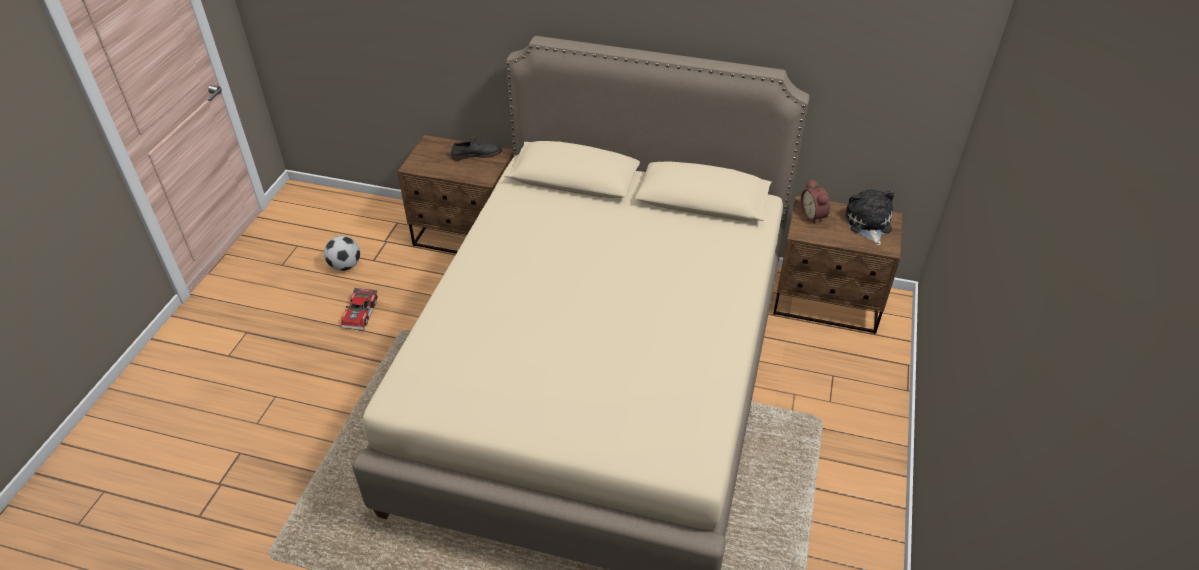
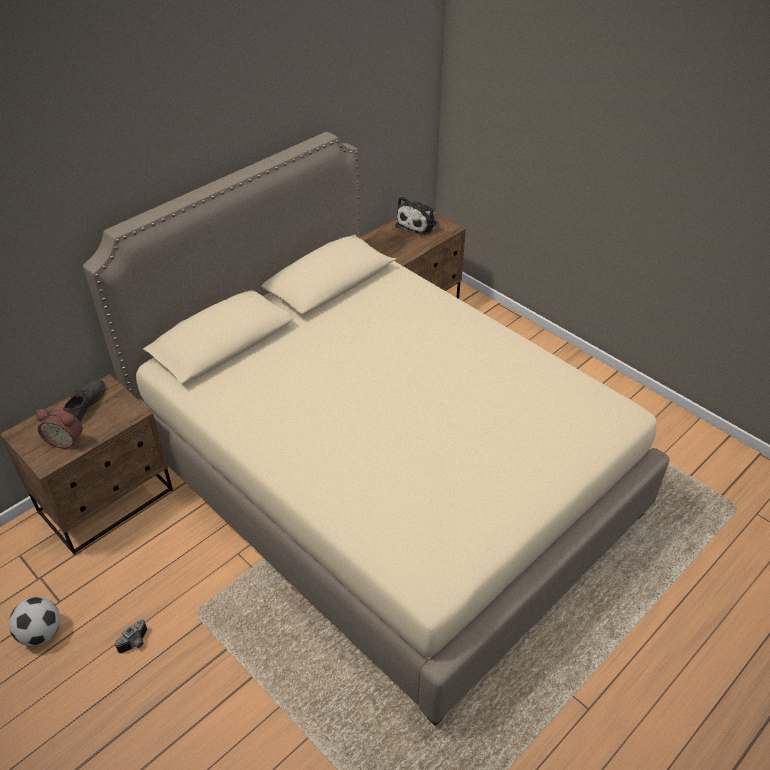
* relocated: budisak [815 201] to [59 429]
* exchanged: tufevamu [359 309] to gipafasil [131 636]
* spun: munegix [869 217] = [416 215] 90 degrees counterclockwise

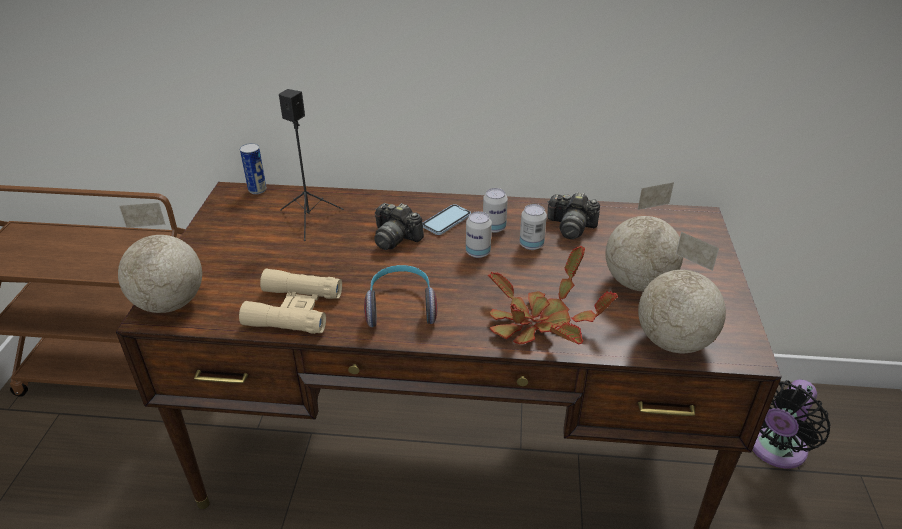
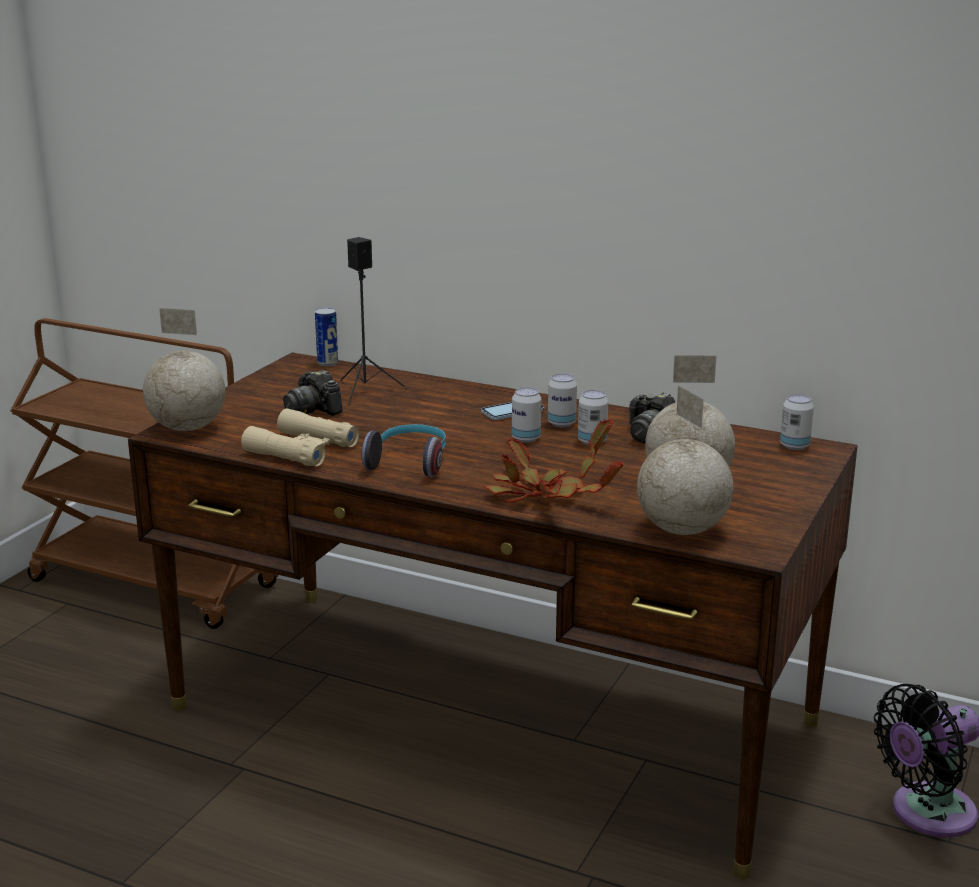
* relocated: gipafasil [399 226] to [313 393]
* appeared: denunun [797 422]

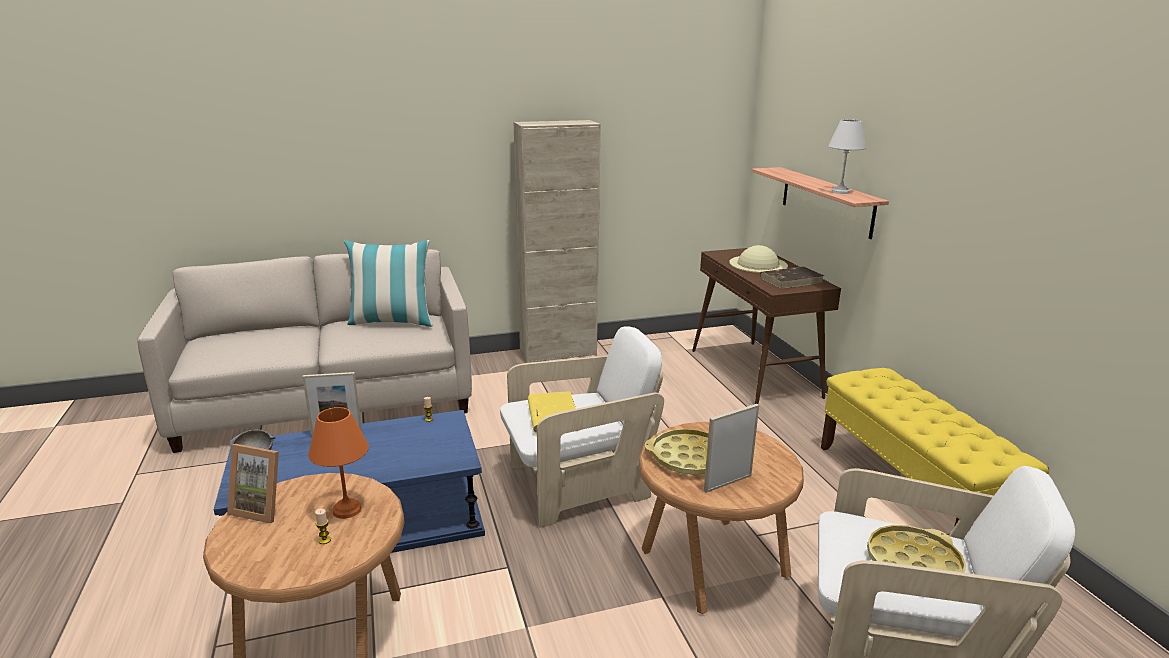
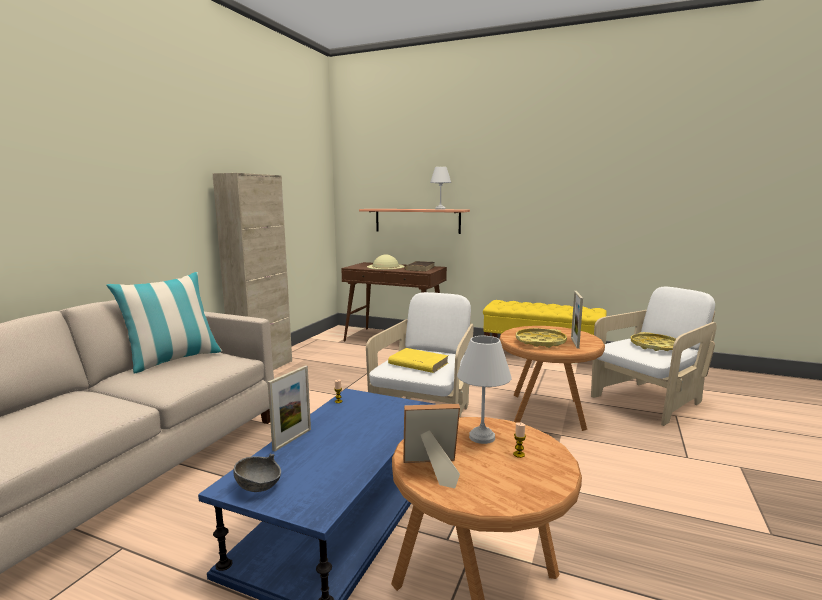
* spun: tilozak [253 483] = [431 446] 150 degrees counterclockwise
* colour: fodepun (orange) [338 463] to fodepun (white) [484 390]

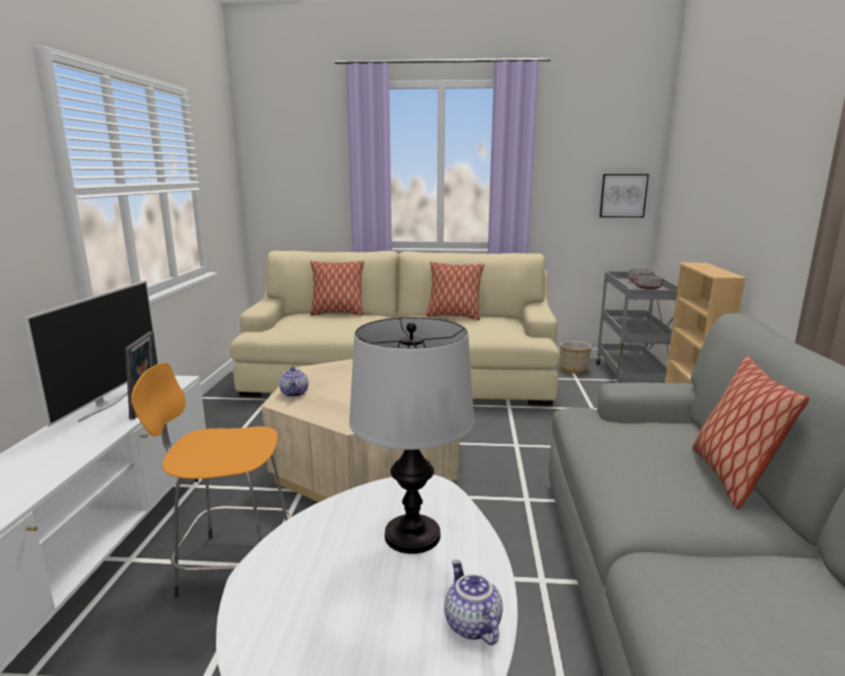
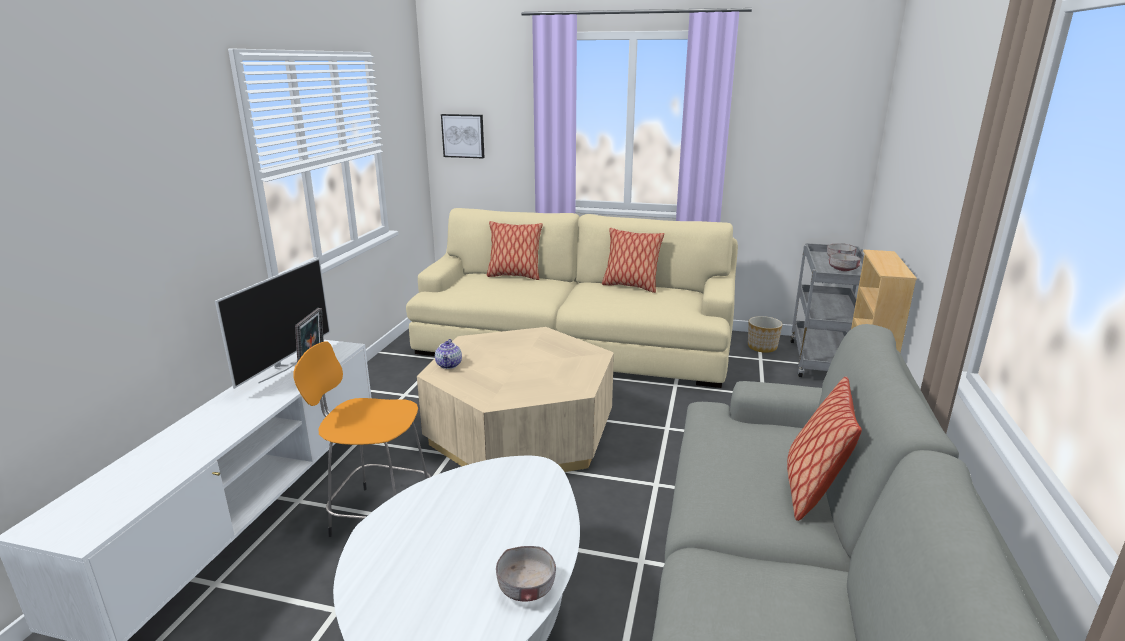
* relocated: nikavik [624 196] to [463 136]
* exchanged: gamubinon [473 602] to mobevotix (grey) [526 574]
* missing: fodepun [411 435]

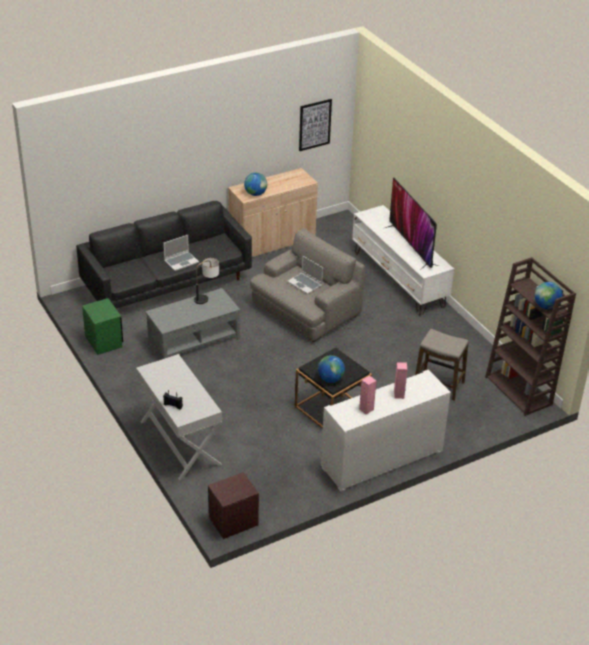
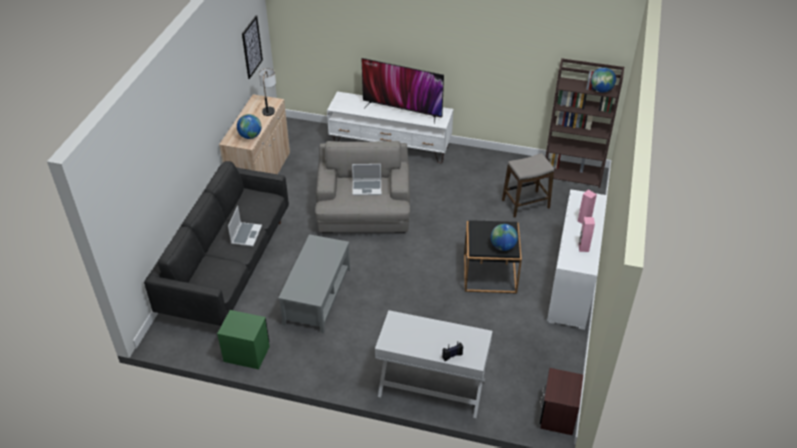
* relocated: fodepun [206 281] to [267 92]

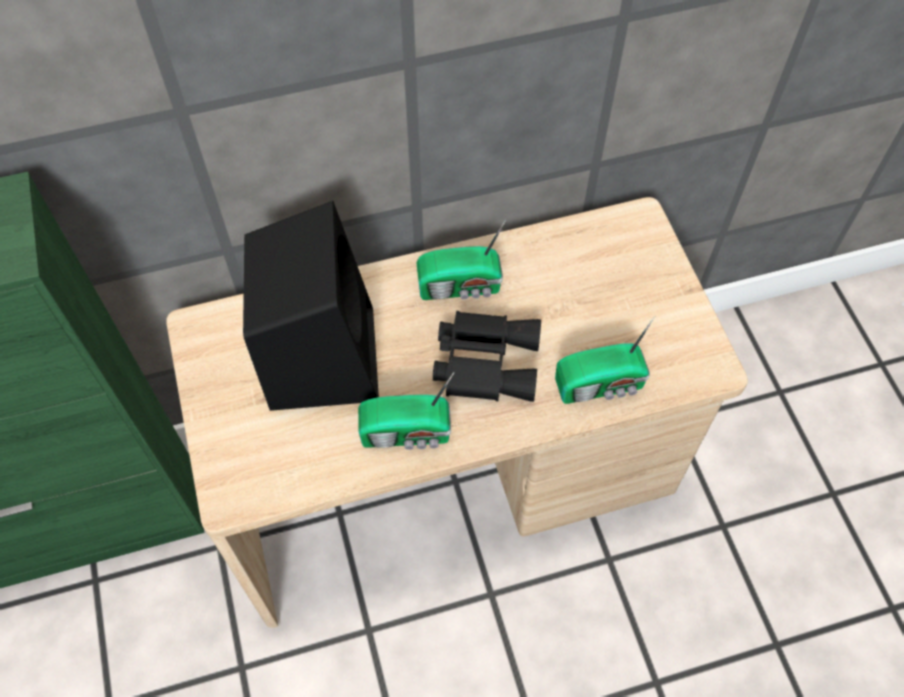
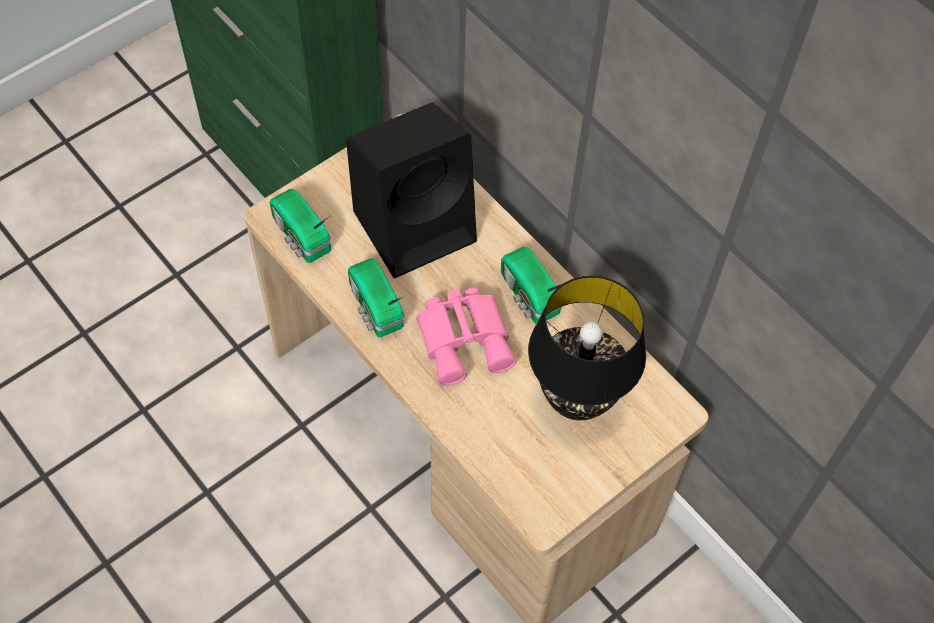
* relocated: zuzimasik [605 360] to [300 225]
* colour: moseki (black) [487 356] to moseki (pink) [466 337]
* appeared: fodepun (black) [587 348]

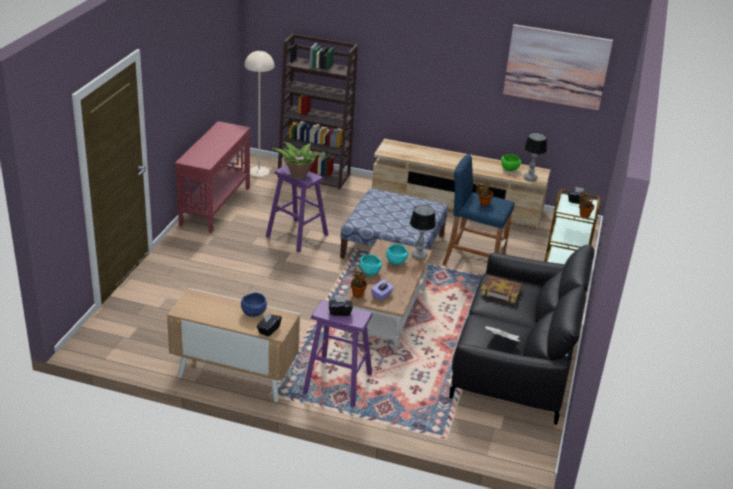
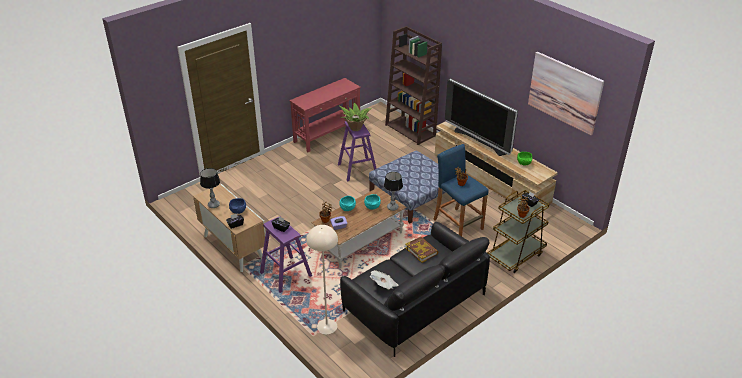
* relocated: fodepun [535 156] to [210 188]
* relocated: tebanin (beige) [259 114] to [322 280]
* appeared: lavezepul [481 117]

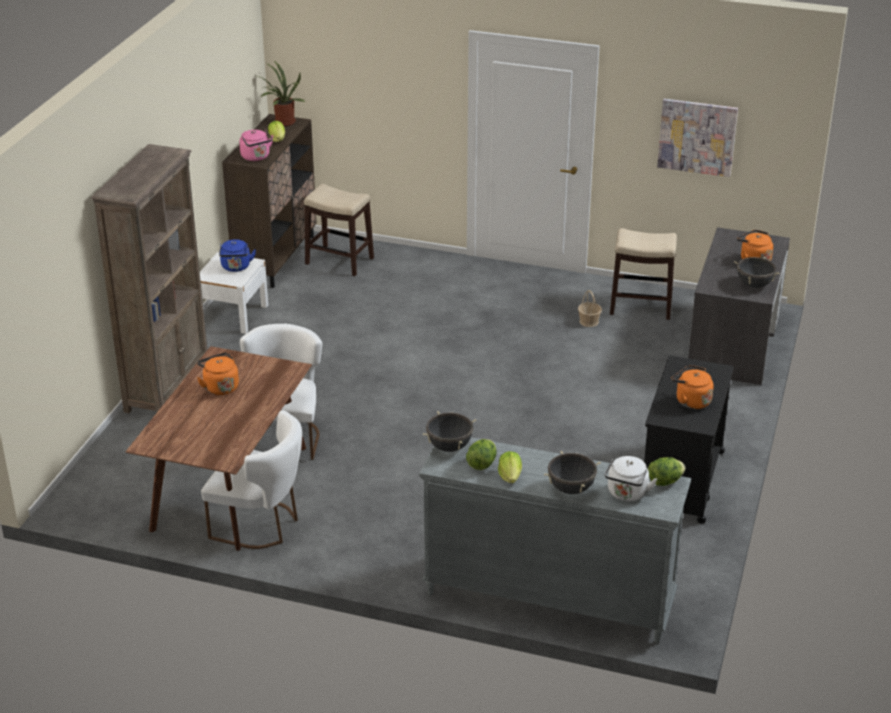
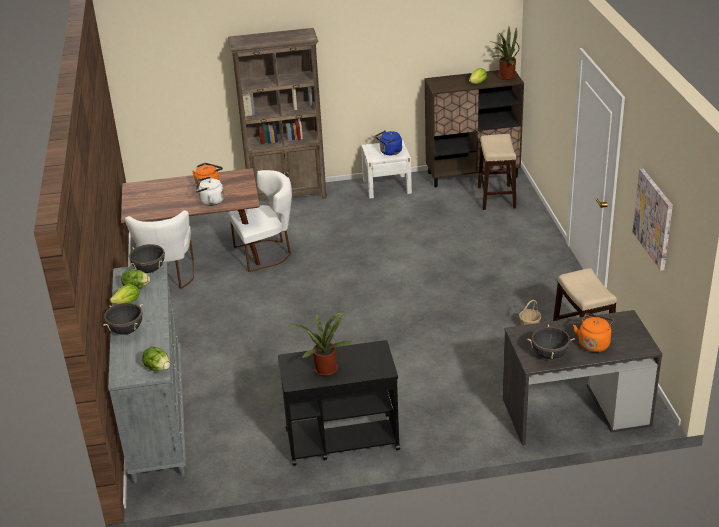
* relocated: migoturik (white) [631 478] to [209 191]
* exchanged: migoturik (orange) [692 387] to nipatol [321 343]
* missing: migoturik (pink) [256 145]

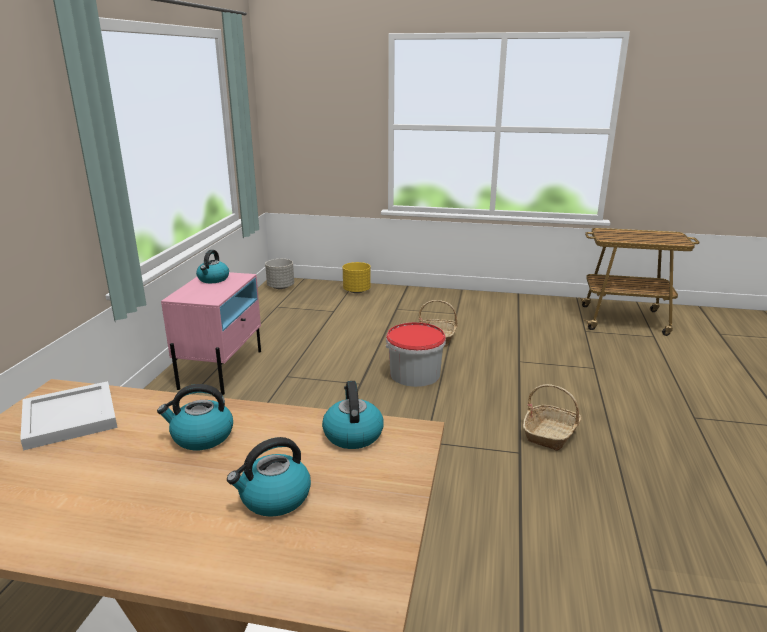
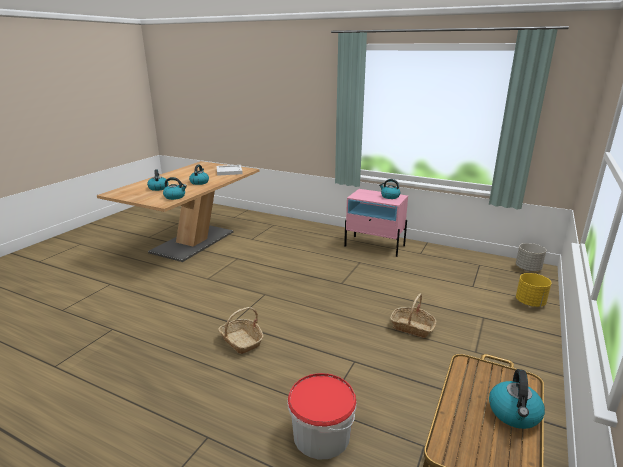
* relocated: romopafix [416 354] to [322 416]
* appeared: migoturik [517 399]

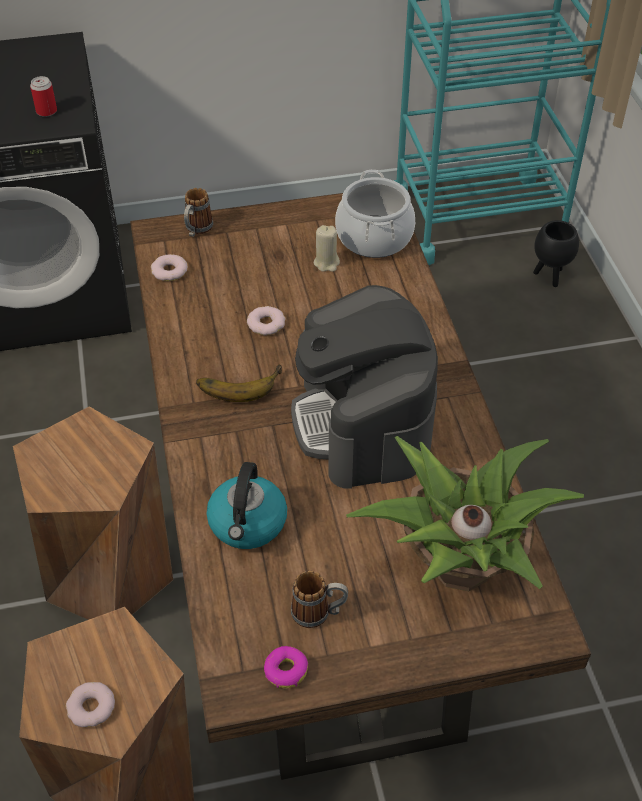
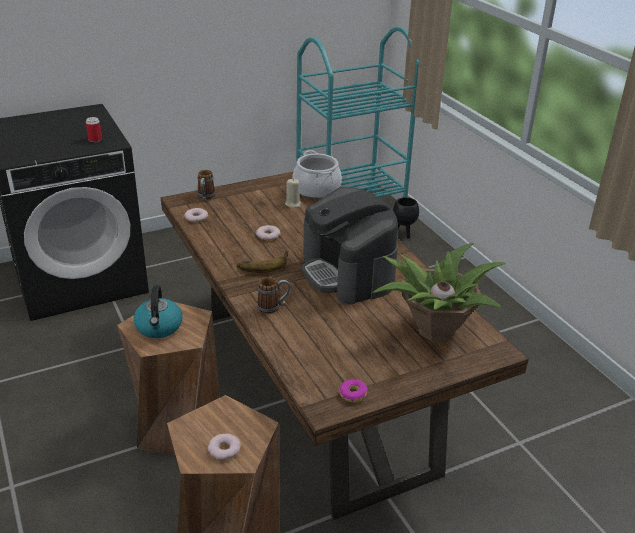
* relocated: migoturik [247 505] to [158 311]
* relocated: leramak [319 599] to [273 295]

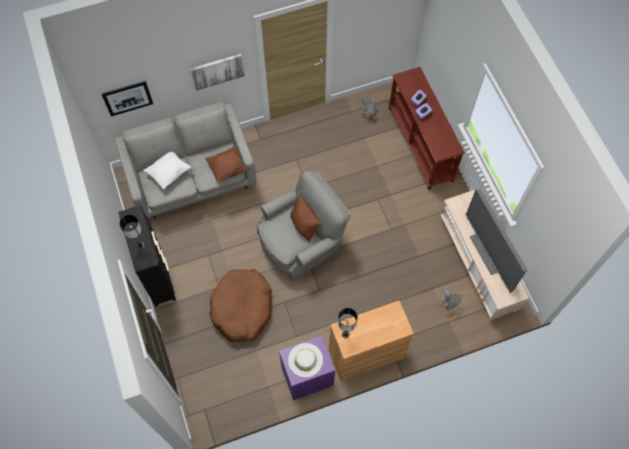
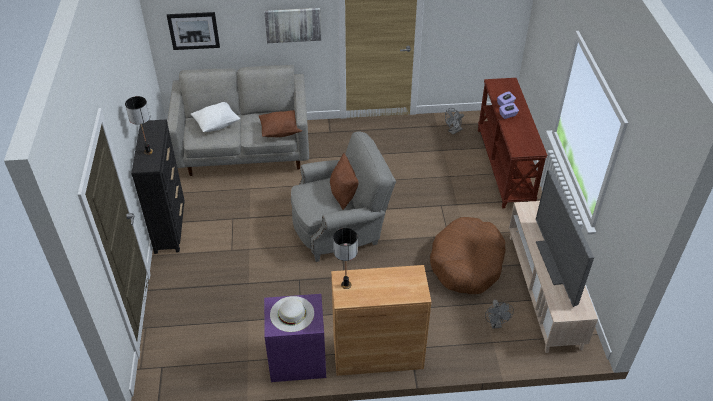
* relocated: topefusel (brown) [241 305] to [468 255]

